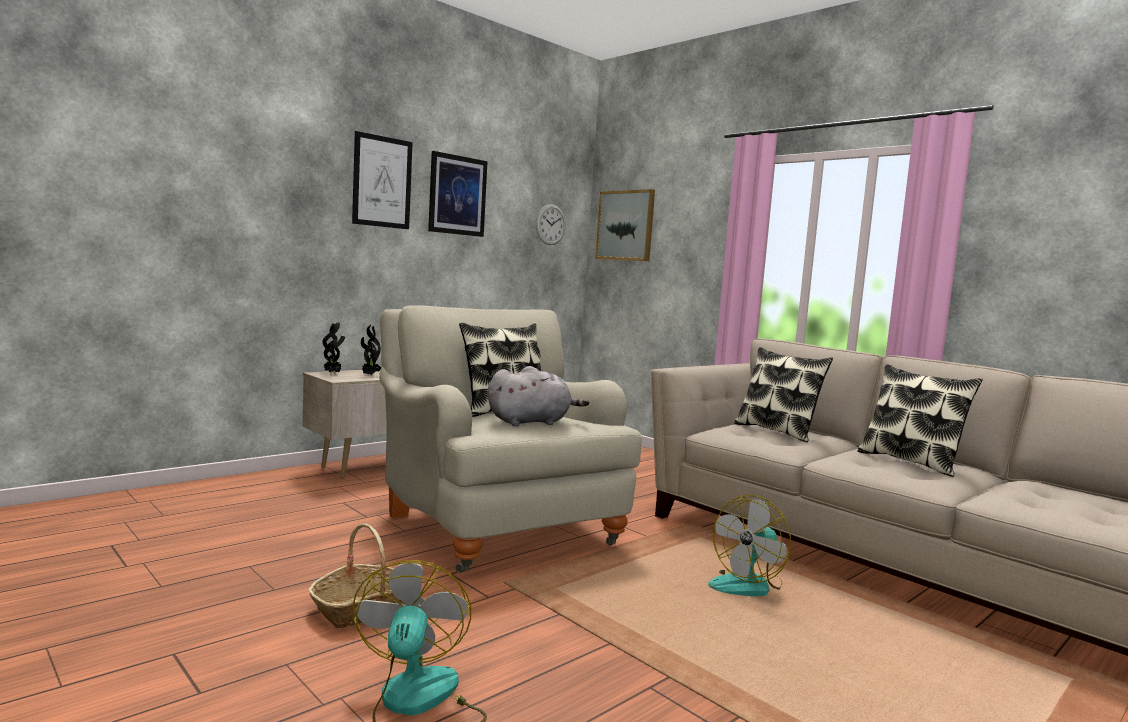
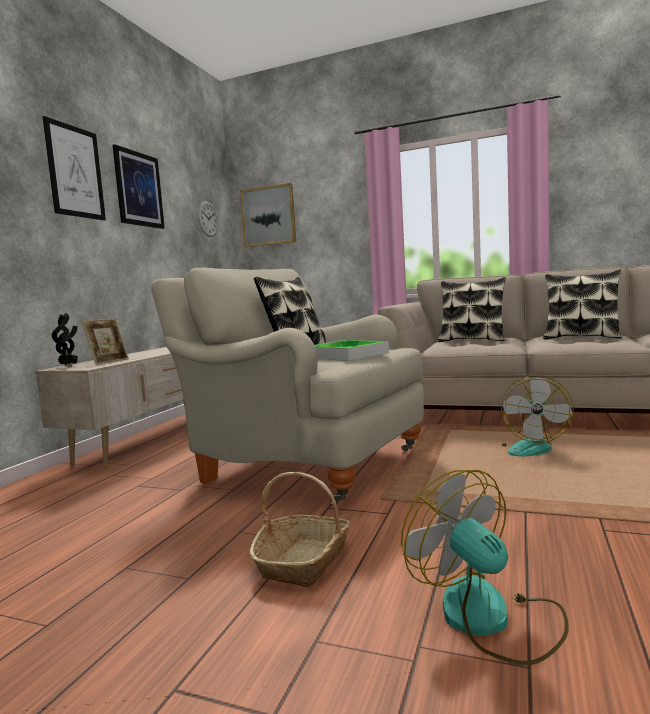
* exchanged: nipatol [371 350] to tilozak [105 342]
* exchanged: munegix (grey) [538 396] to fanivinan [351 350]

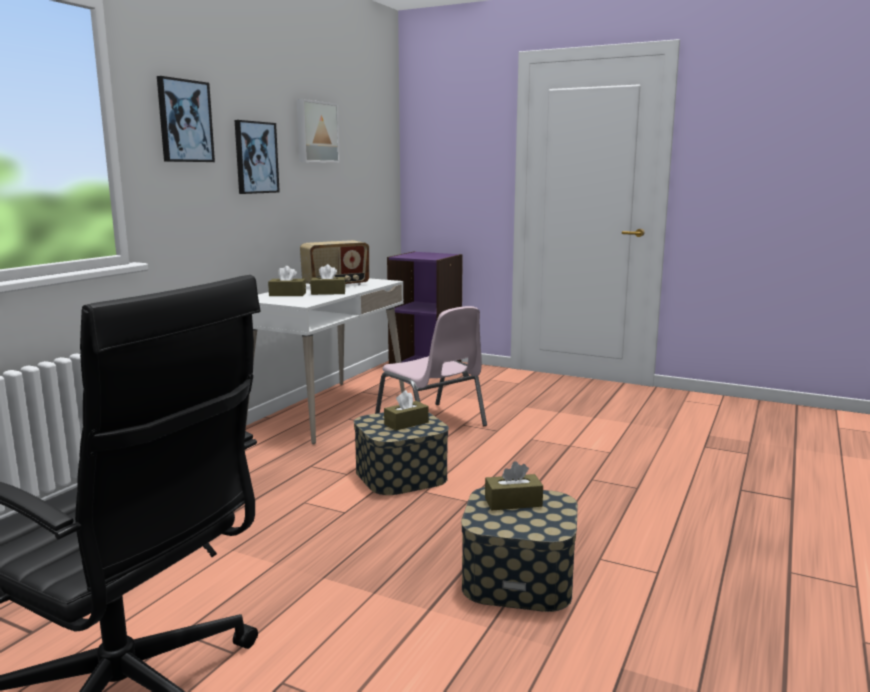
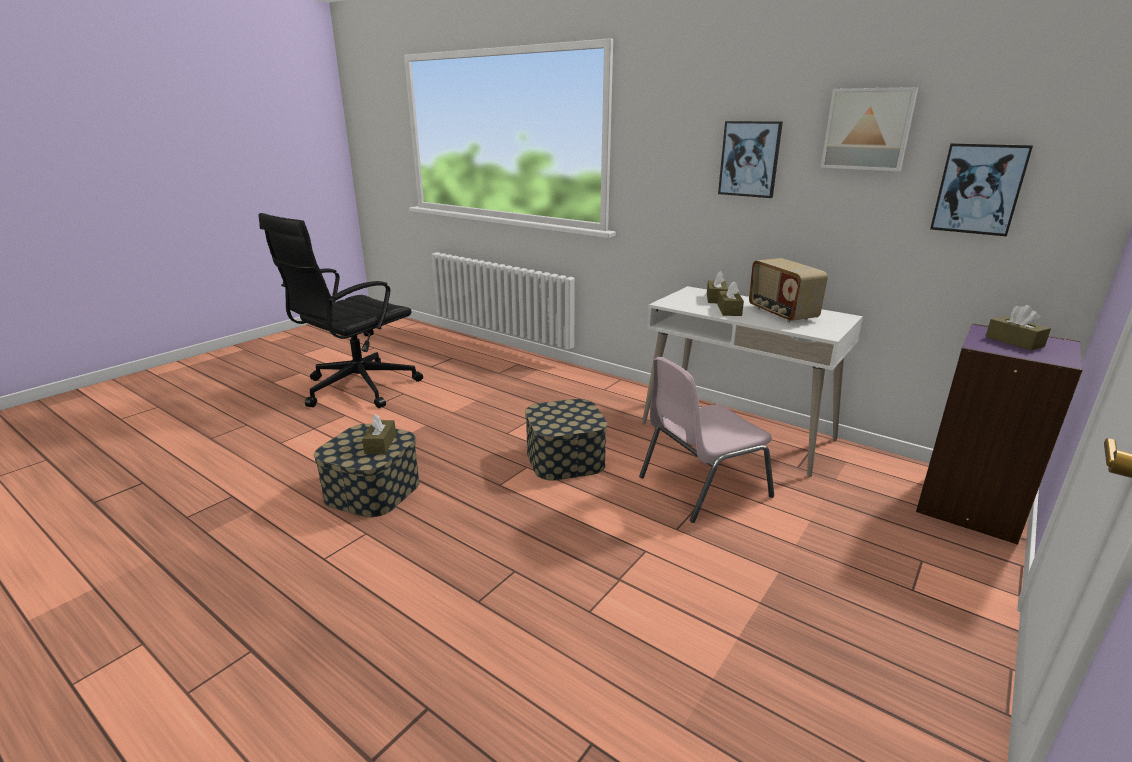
* relocated: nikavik [186 119] to [981 190]
* relocated: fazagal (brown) [406 410] to [1018 327]

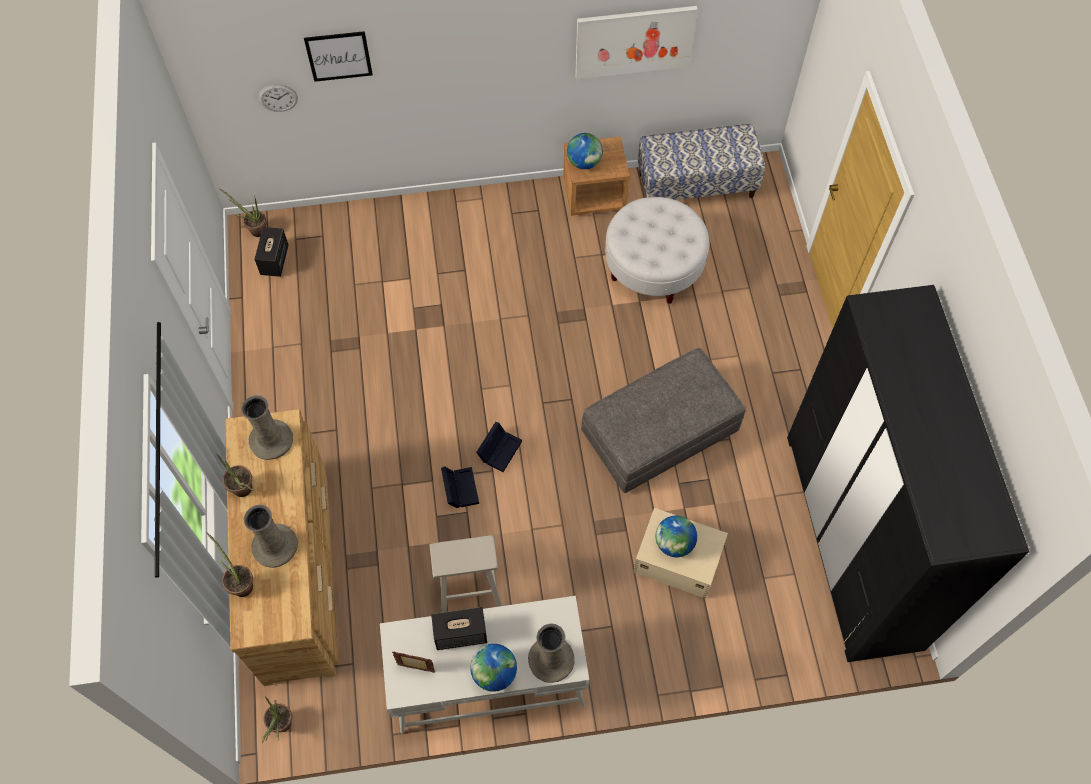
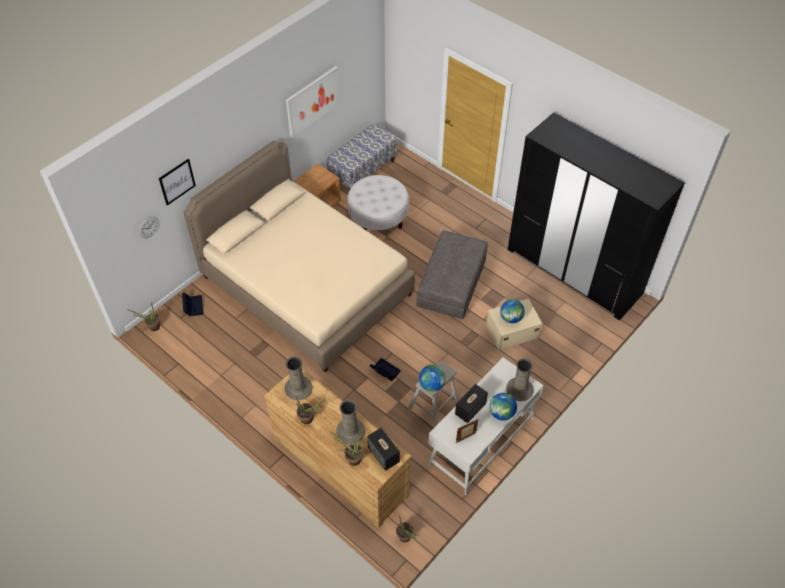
* relocated: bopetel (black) [499 447] to [192 304]
* appeared: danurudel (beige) [299 256]
* relocated: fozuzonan [271 252] to [383 449]
* relocated: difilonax [585 151] to [432 378]

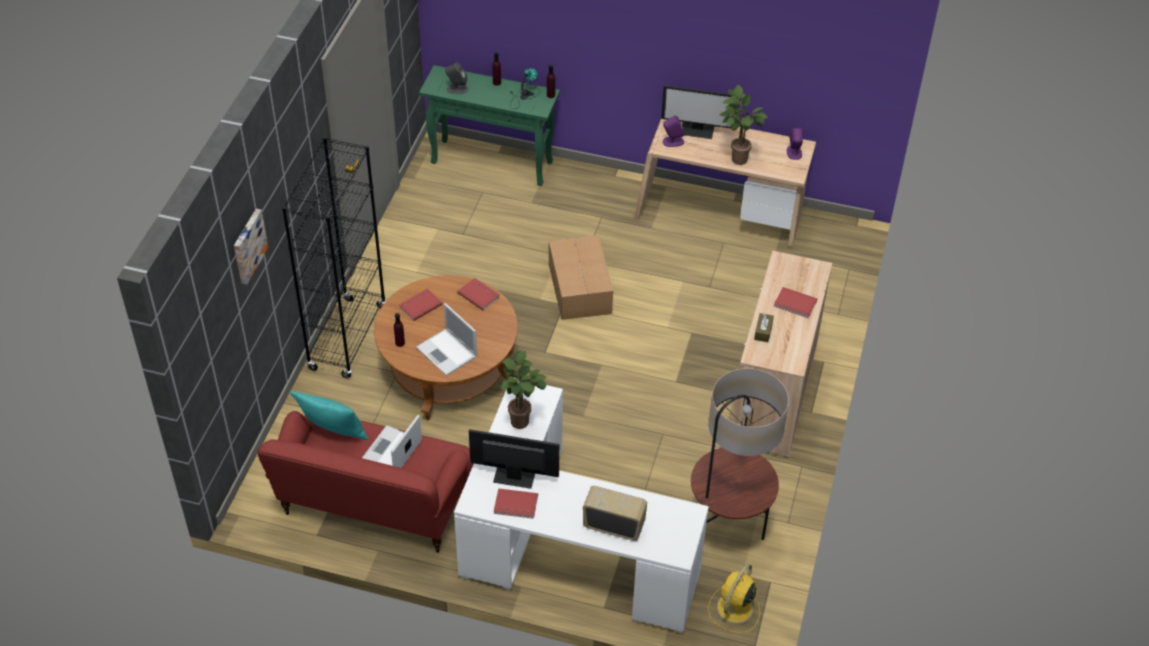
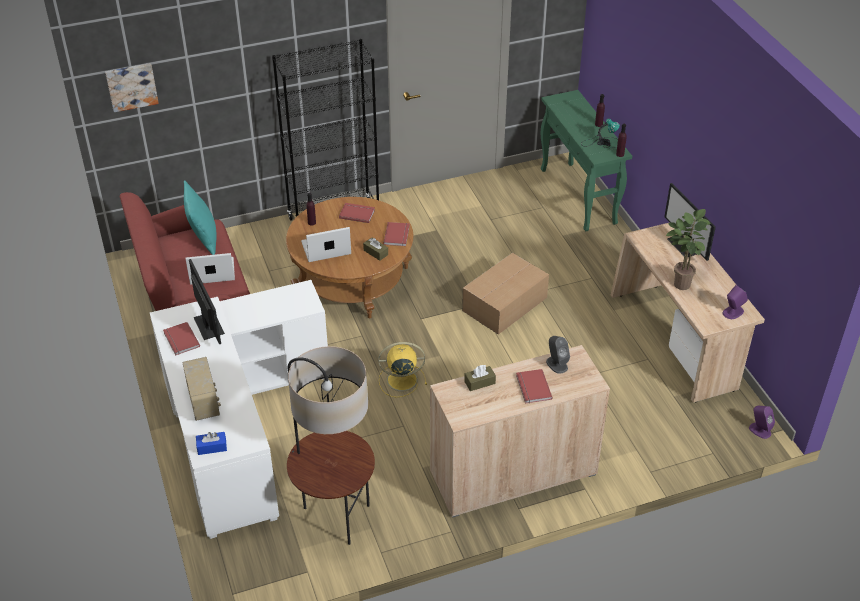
* relocated: nikavik [251 247] to [132 87]
* appeared: fazagal (blue) [211 443]
* spun: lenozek [446 339] = [326 244] 60 degrees clockwise
* appeared: fazagal (brown) [375 249]
* relocated: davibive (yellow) [734 598] to [402 369]
* relocated: fozuzonan (grey) [456 78] to [558 355]
* relocated: fozuzonan (purple) [674 131] to [762 422]
* missing: nipatol [523 390]

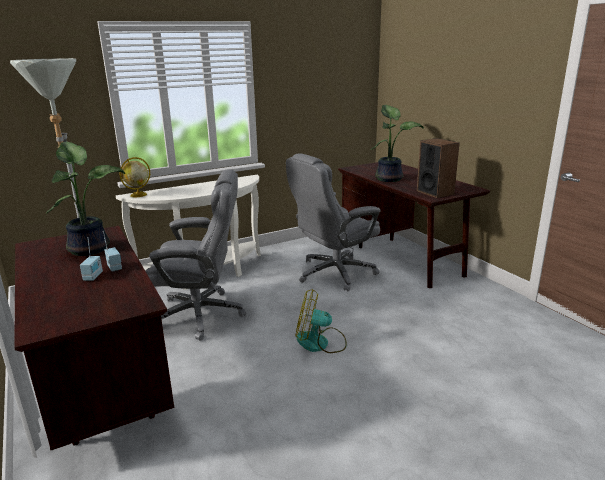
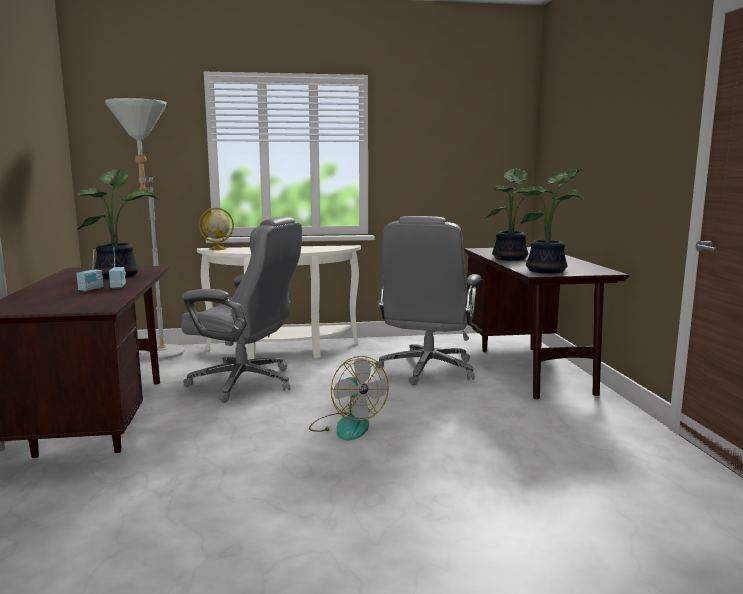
* spun: davibive [321 321] = [349 398] 150 degrees counterclockwise
* spun: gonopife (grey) [333 222] = [428 300] 60 degrees counterclockwise
* exchanged: fozuzonan [438 168] to nipatol [549 221]

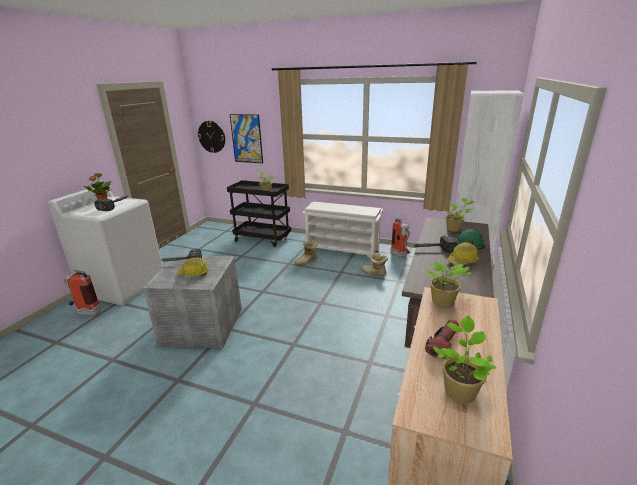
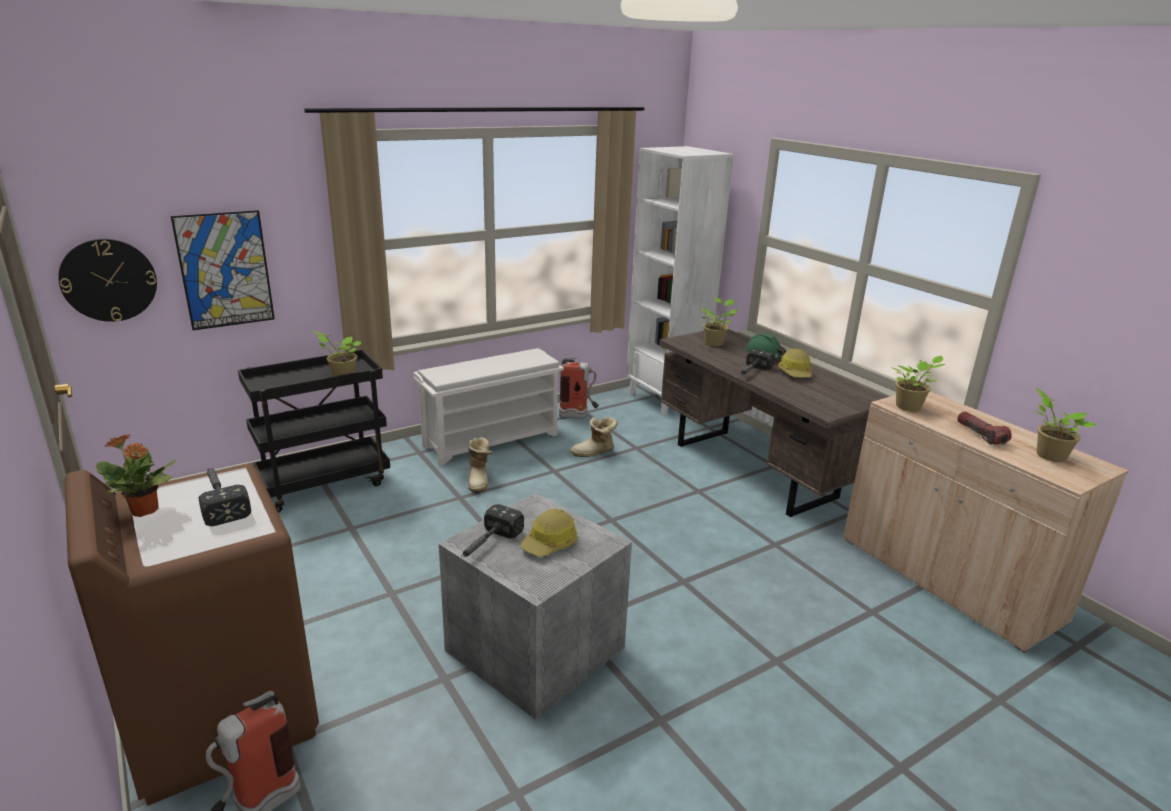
* colour: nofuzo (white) [105 245] to nofuzo (brown) [191 635]

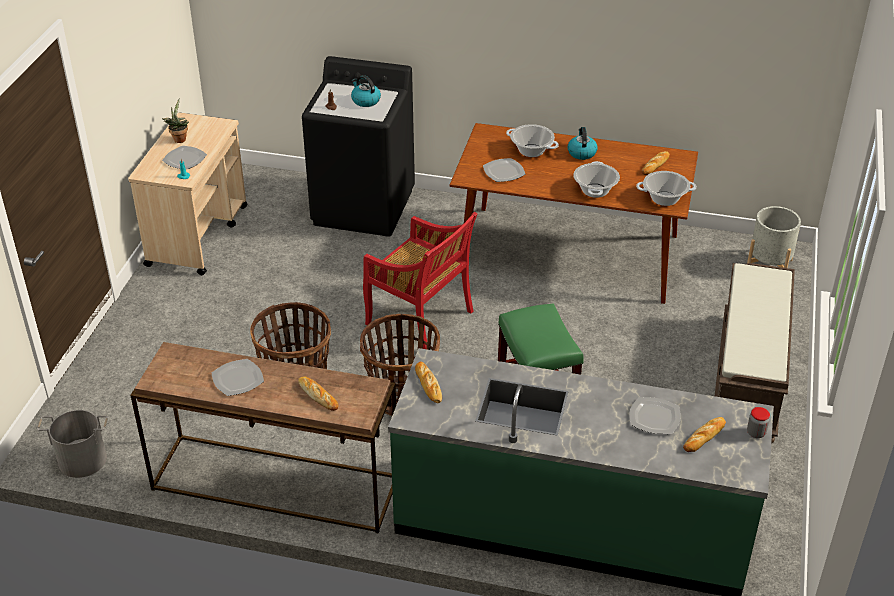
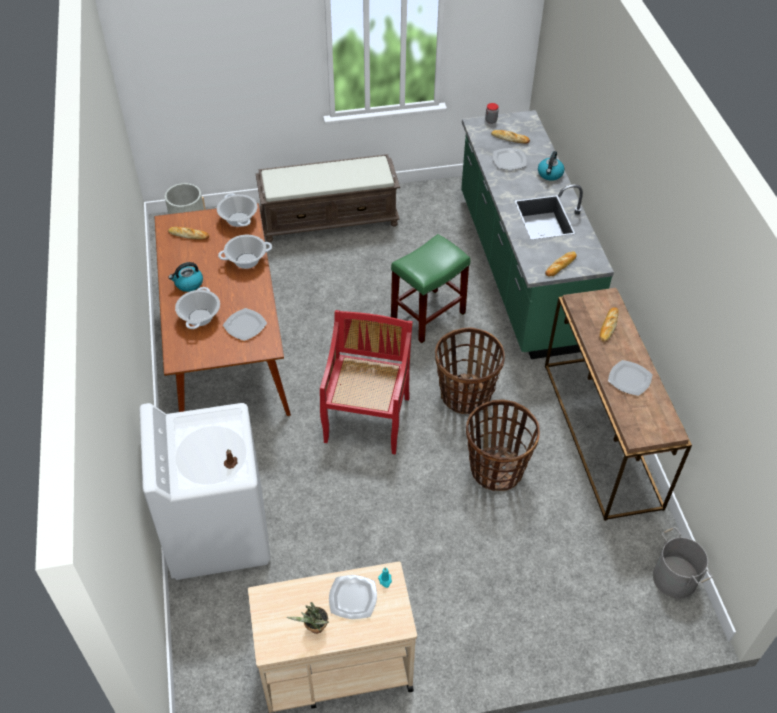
* colour: nofuzo (black) [358 146] to nofuzo (white) [205 491]
* relocated: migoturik [366 91] to [551 166]

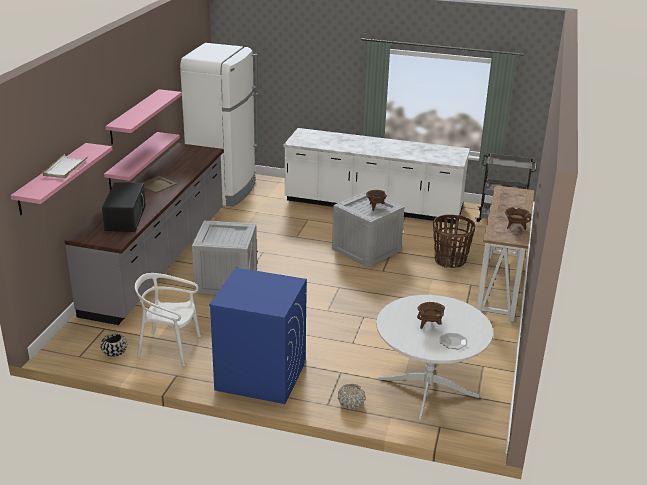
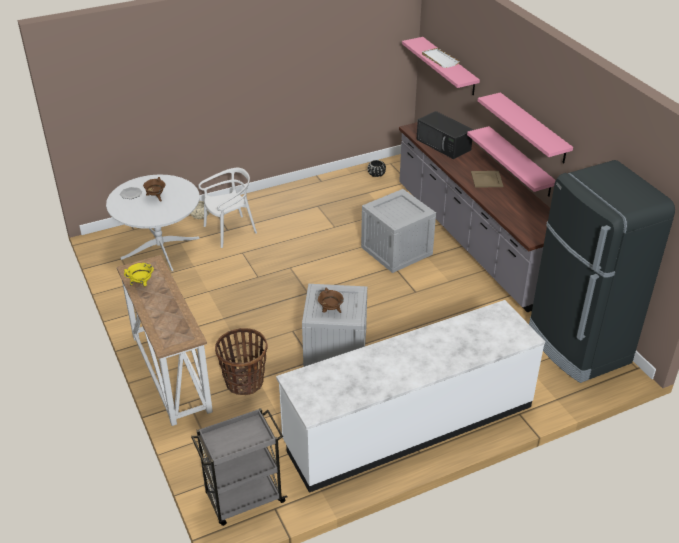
* colour: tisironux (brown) [518 218] to tisironux (yellow) [139 274]
* relocated: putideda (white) [168 319] to [227 208]
* colour: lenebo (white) [219 125] to lenebo (black) [602 271]
* missing: nofuzo (blue) [258 336]

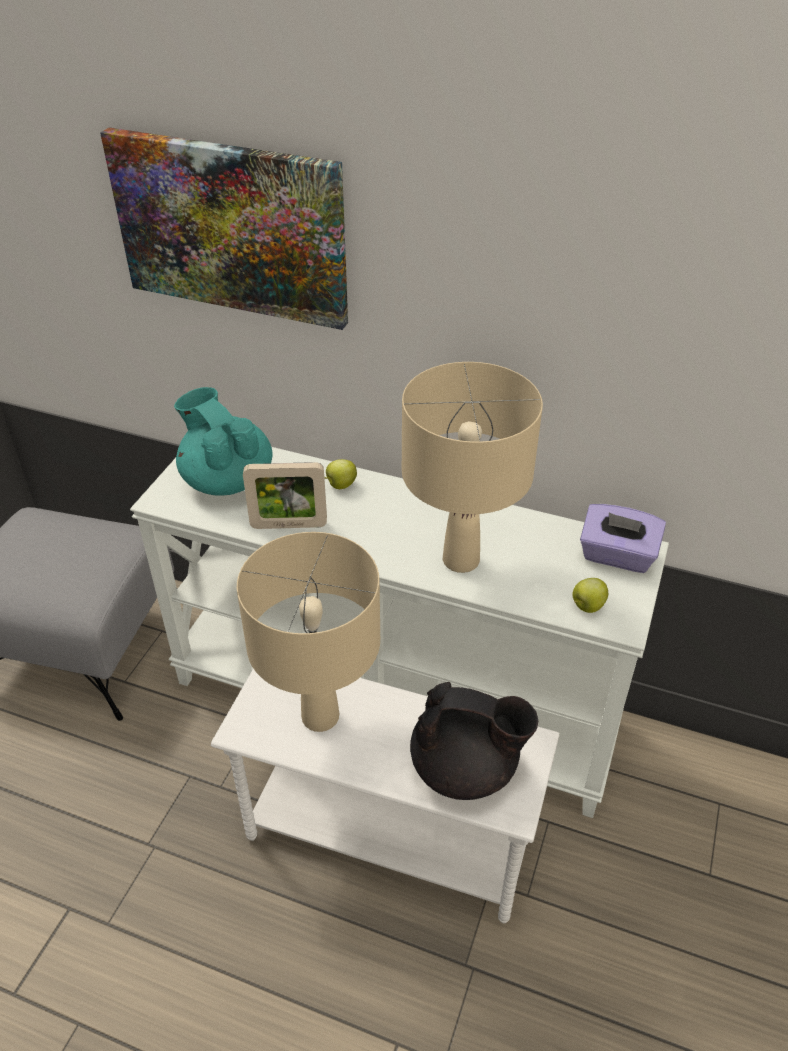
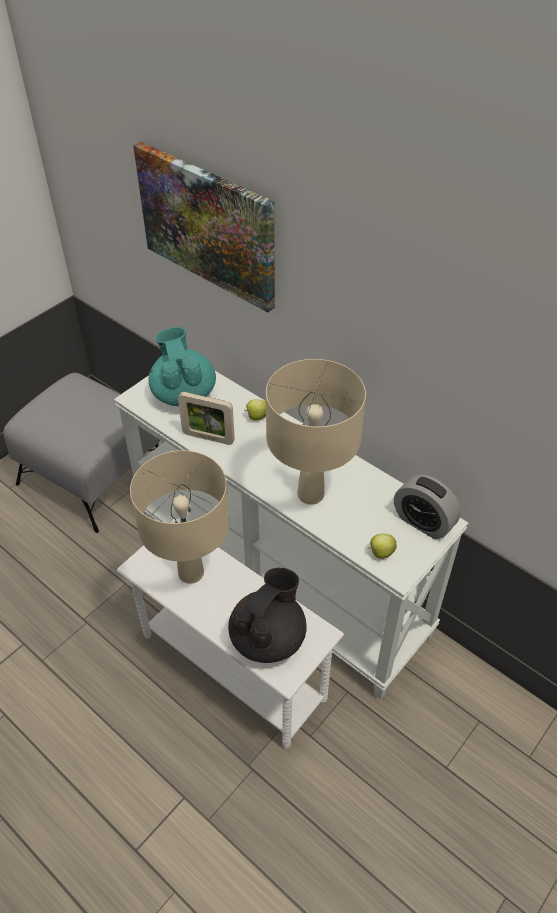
* spun: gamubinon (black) [474 741] = [267 615] 90 degrees counterclockwise
* exchanged: fazagal (purple) [623 538] to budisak [427 507]

